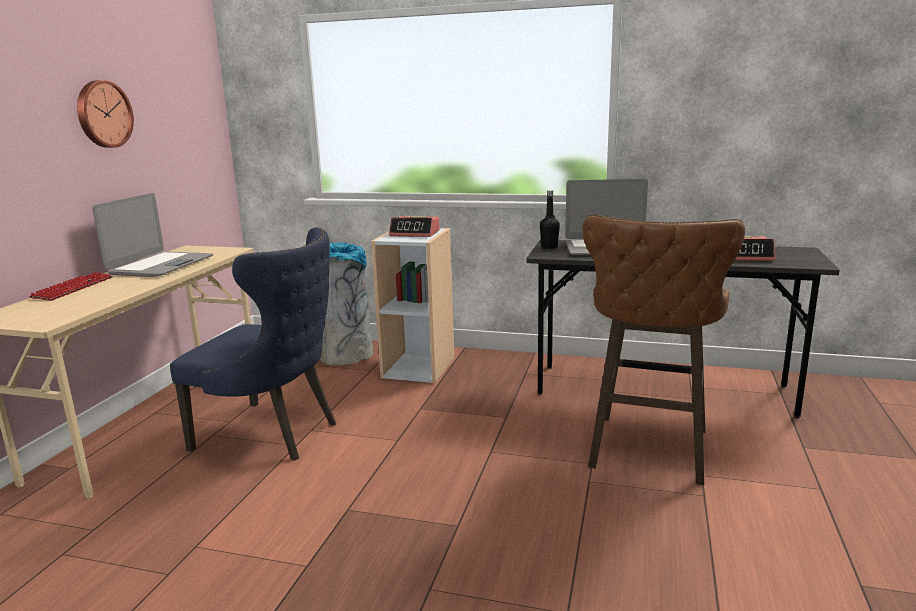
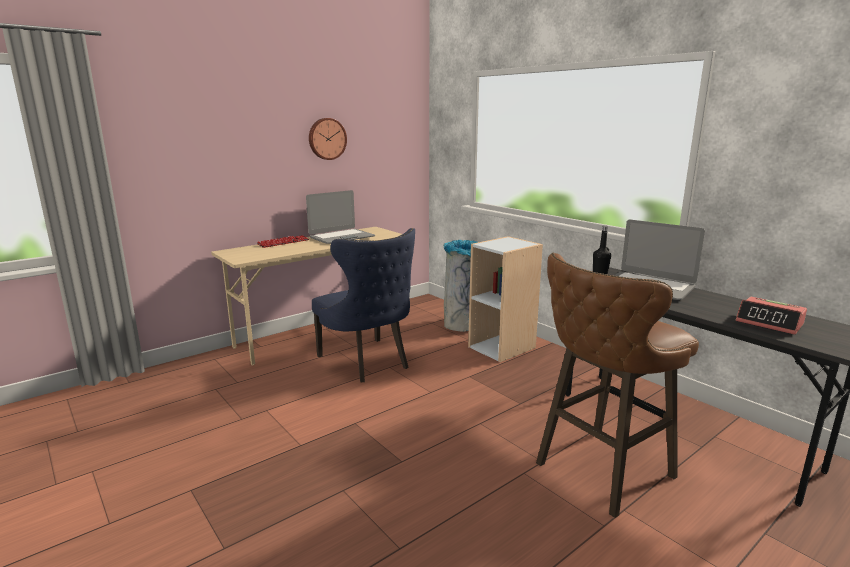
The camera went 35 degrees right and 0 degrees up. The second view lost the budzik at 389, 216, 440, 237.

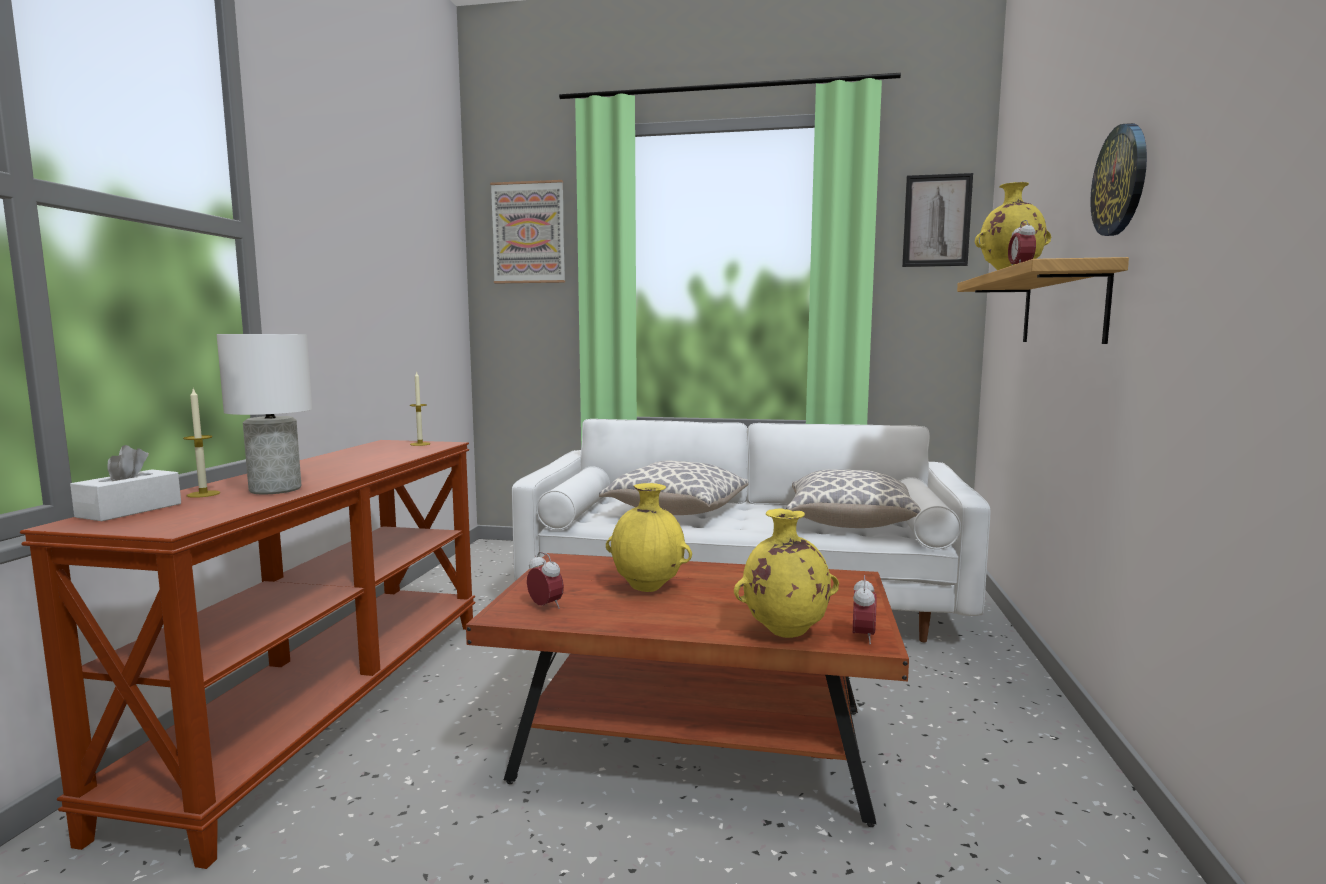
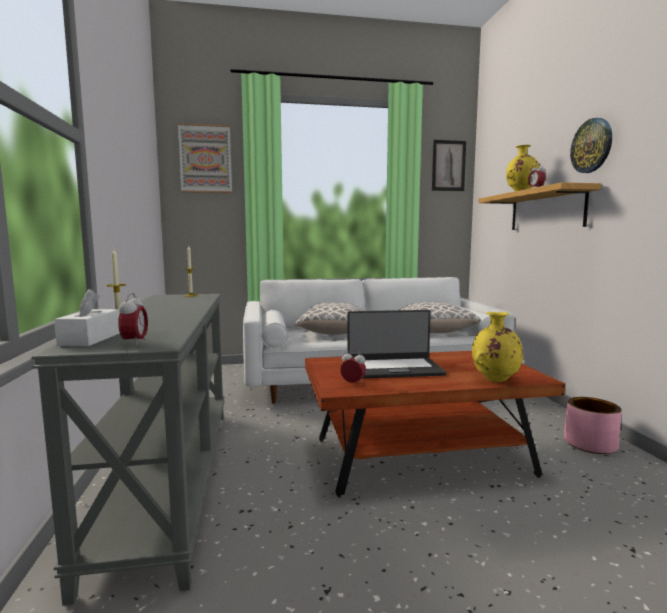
The camera went 20 degrees left and 0 degrees up. The second view lost the lampa stołowa/biały at 217, 334, 312, 494. The second view gained the donica/różowy at 564, 397, 622, 454. The budzik ended up elsewhere, having gone from 853, 575, 876, 644 to 118, 293, 148, 346. Where the wazon/żółty stood at 606, 483, 692, 592, the laptop came to stand at 347, 310, 446, 379. What was the stolik konsolowy/brązowy at 20, 440, 476, 869 turned into the stolik konsolowy/szary at 31, 294, 225, 606.

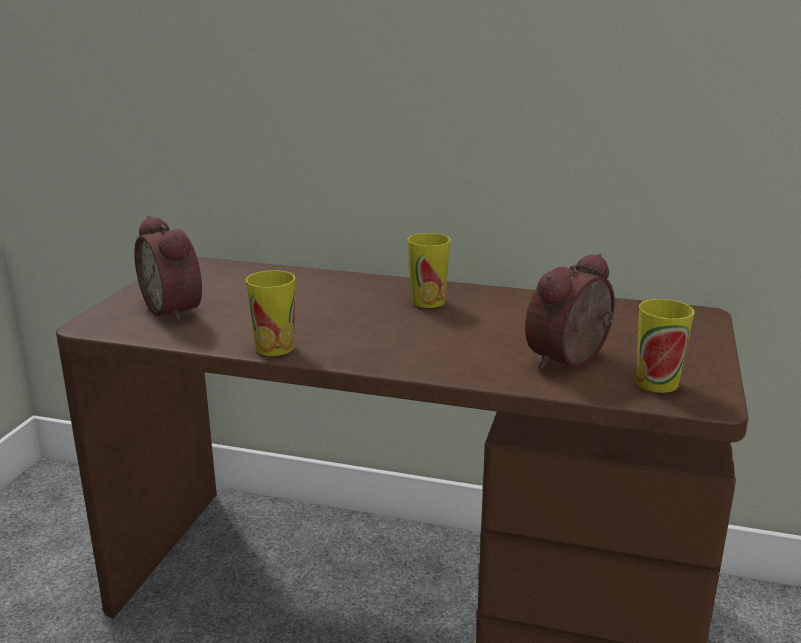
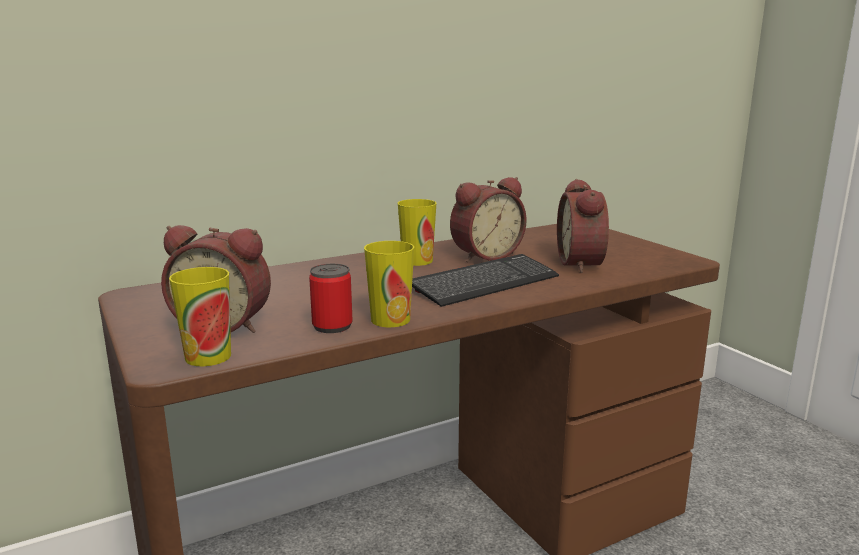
The camera went 45 degrees left and 5 degrees down. The second view gained the puszka at 309, 264, 353, 333. The second view gained the klawiatura at 412, 254, 559, 307. The second view gained the budzik at 450, 177, 527, 262. The filiżanka ended up elsewhere, having gone from 636, 299, 695, 393 to 169, 267, 231, 366.

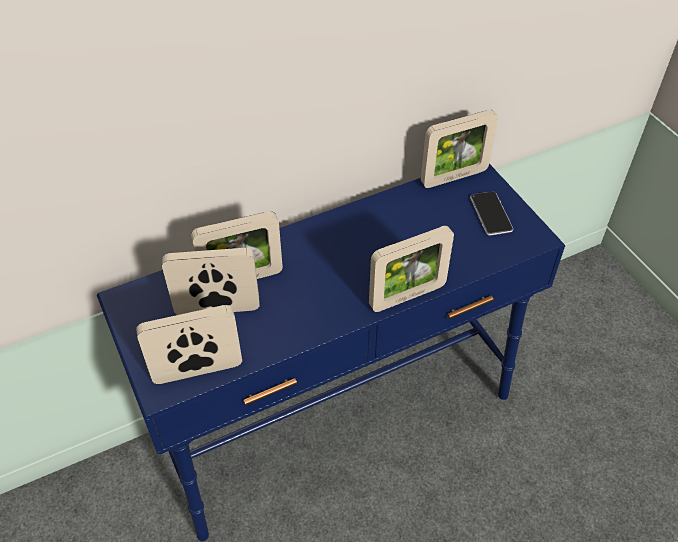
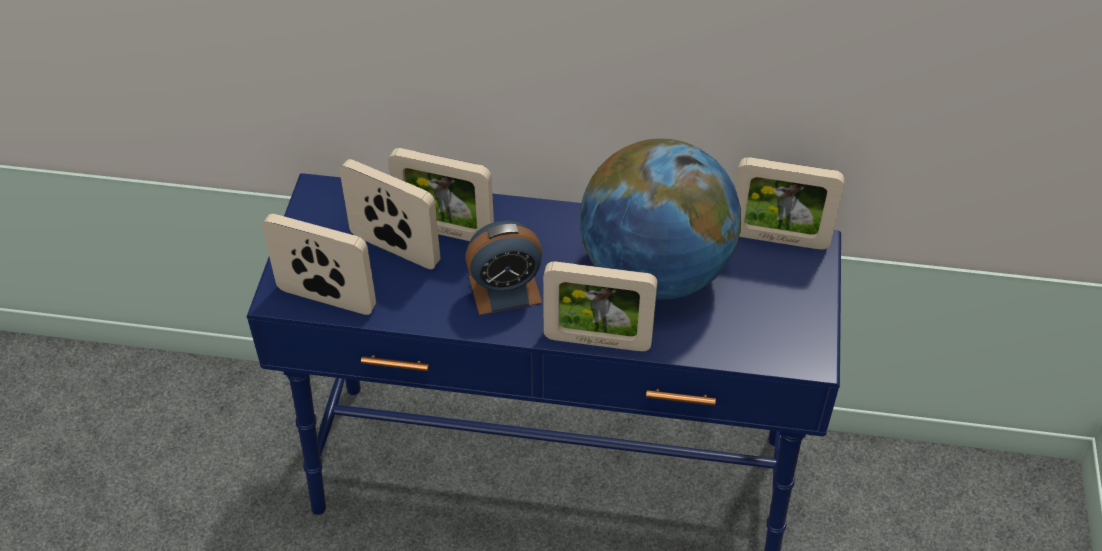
The camera went 35 degrees right and 0 degrees up. The second view lost the telefon at 470, 191, 513, 236. The second view gained the budzik at 465, 220, 543, 315. The second view gained the globus at 580, 138, 741, 300.

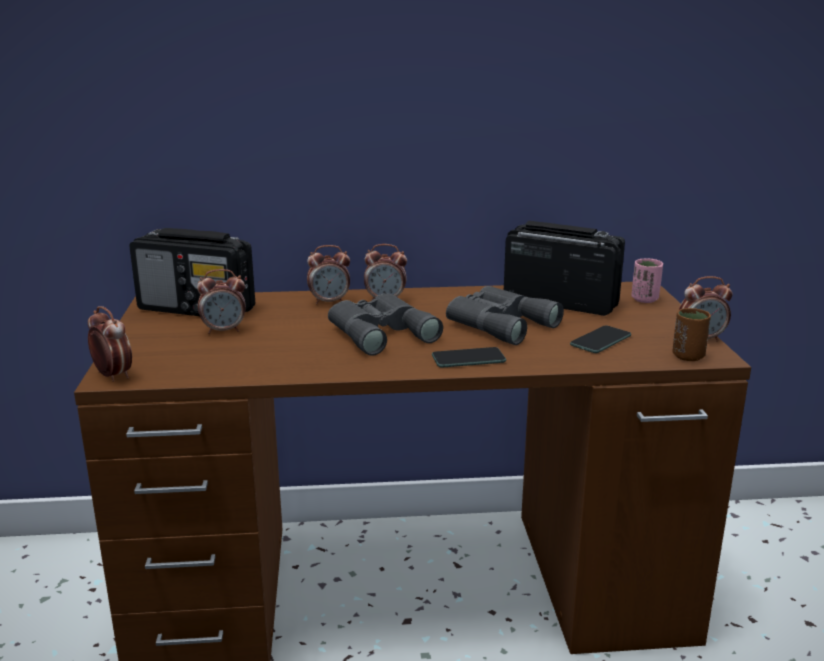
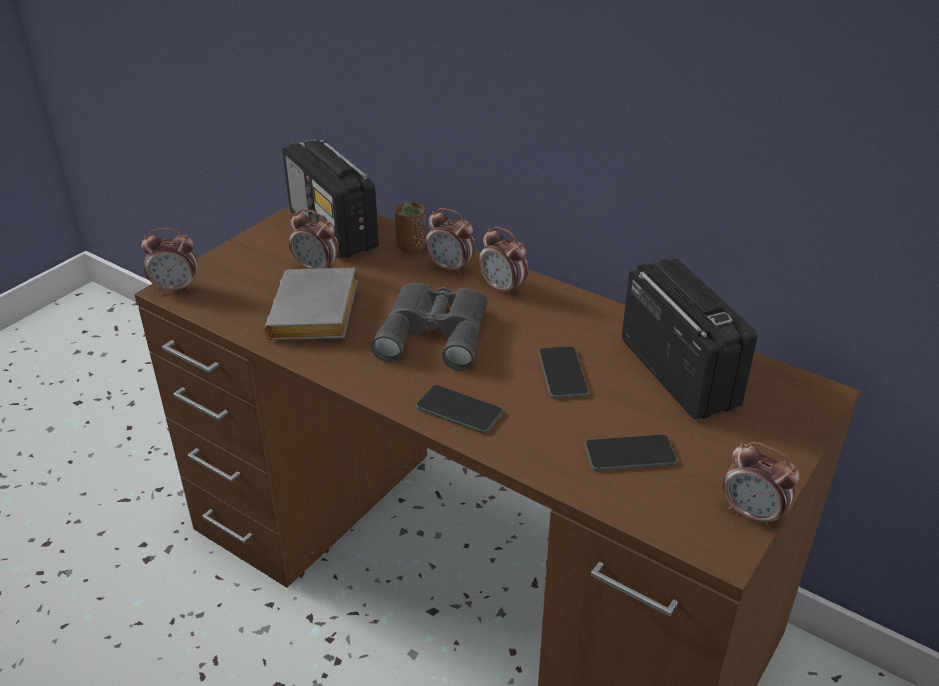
The camera went 40 degrees right and 15 degrees up. The second view lost the filiżanka/różowy at 631, 258, 663, 303. The second view gained the książka/szary at 264, 268, 358, 340. The filiżanka/brązowy ended up elsewhere, having gone from 673, 308, 711, 361 to 395, 202, 426, 252. Where the lornetka/szary stood at 446, 286, 564, 345, the telefon came to stand at 539, 346, 589, 398. The budzik at 88, 306, 132, 382 ended up facing another way, 90 degrees clockwise from before.

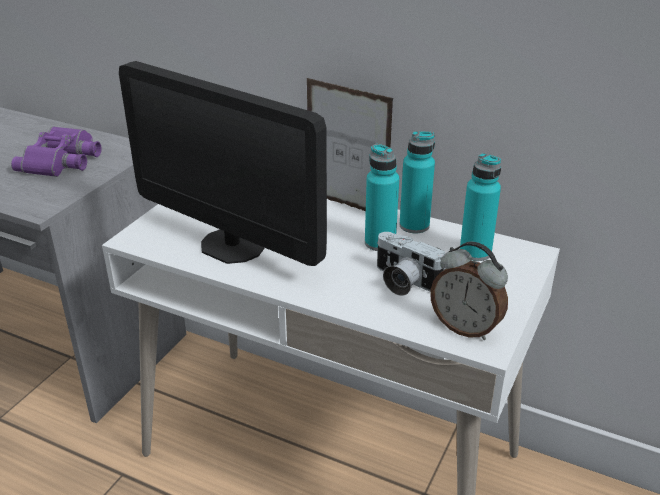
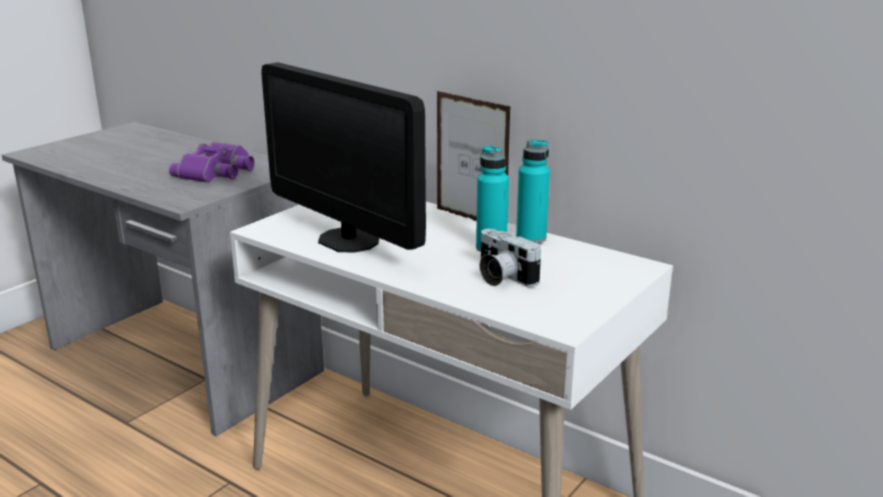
The camera went 10 degrees right and 10 degrees down. The second view lost the budzik at 431, 242, 508, 340. The second view lost the butelka/turkusowy at 460, 153, 501, 261.

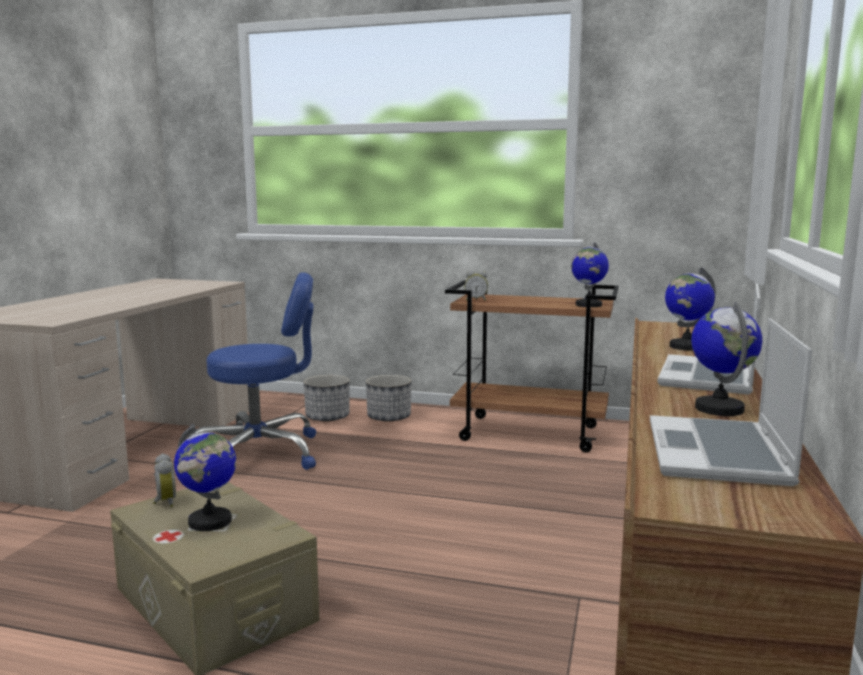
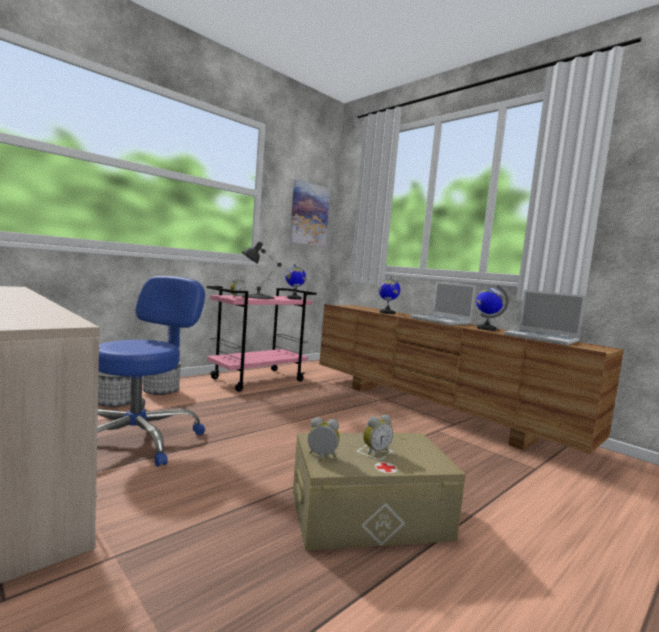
The camera went 60 degrees left and 5 degrees down. The second view gained the lampa stołowa/czarny at 242, 241, 282, 299. The second view gained the obraz at 290, 180, 330, 247. Where the globus stood at 174, 424, 236, 531, the budzik came to stand at 363, 415, 393, 455. What was the wózek/brązowy at 445, 280, 619, 452 turned into the wózek/różowy at 207, 286, 317, 392.

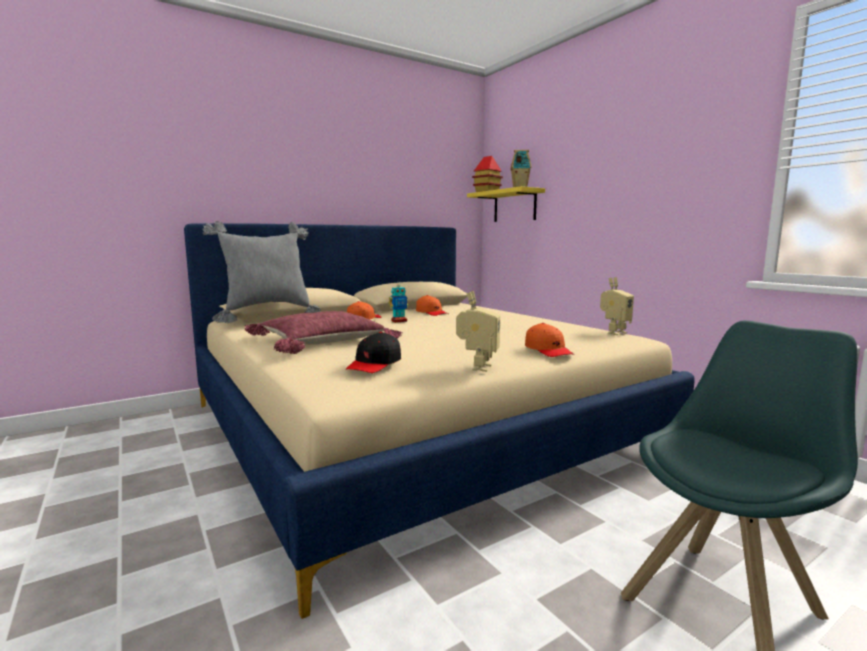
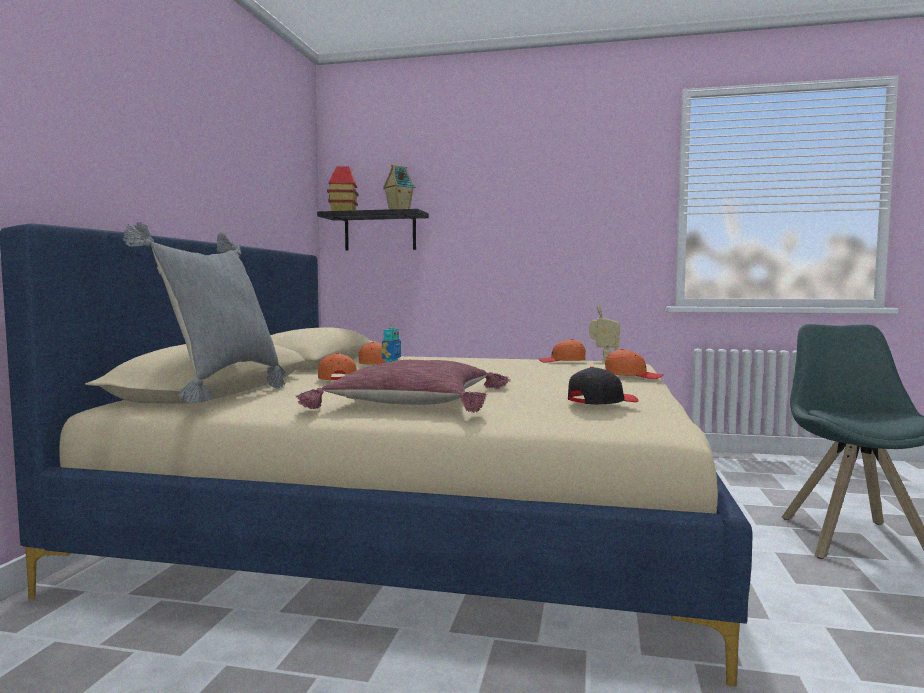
The camera went 45 degrees left and 5 degrees down. The second view lost the robot zabawkowy at 456, 291, 500, 372. The second view gained the czapka z daszkiem/pomarańczowy at 538, 339, 586, 363. What was the półka/żółty at 467, 186, 545, 222 turned into the półka/czarny at 317, 209, 429, 251. The czapka z daszkiem/czarny at 346, 332, 401, 373 ended up facing another way, 105 degrees counterclockwise from before.

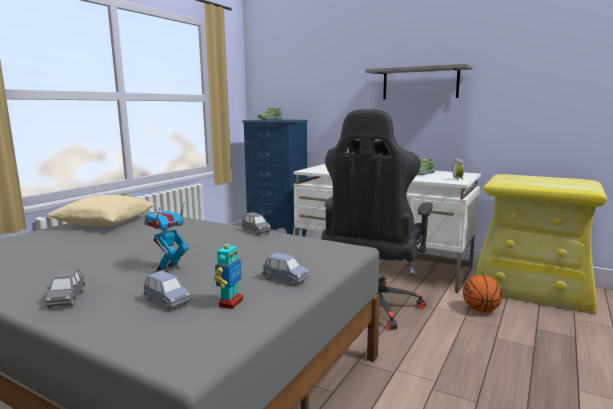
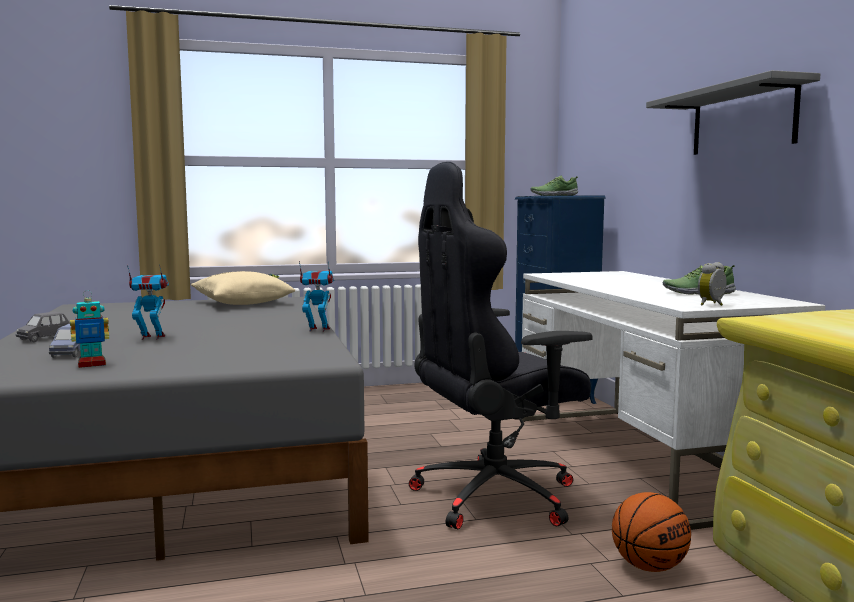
The camera went 45 degrees right and 5 degrees down. The second view lost the samochodzik/niebieski at 262, 253, 309, 286. Where the samochodzik/szary stood at 242, 212, 271, 235, the robot zabawkowy came to stand at 299, 261, 334, 332.

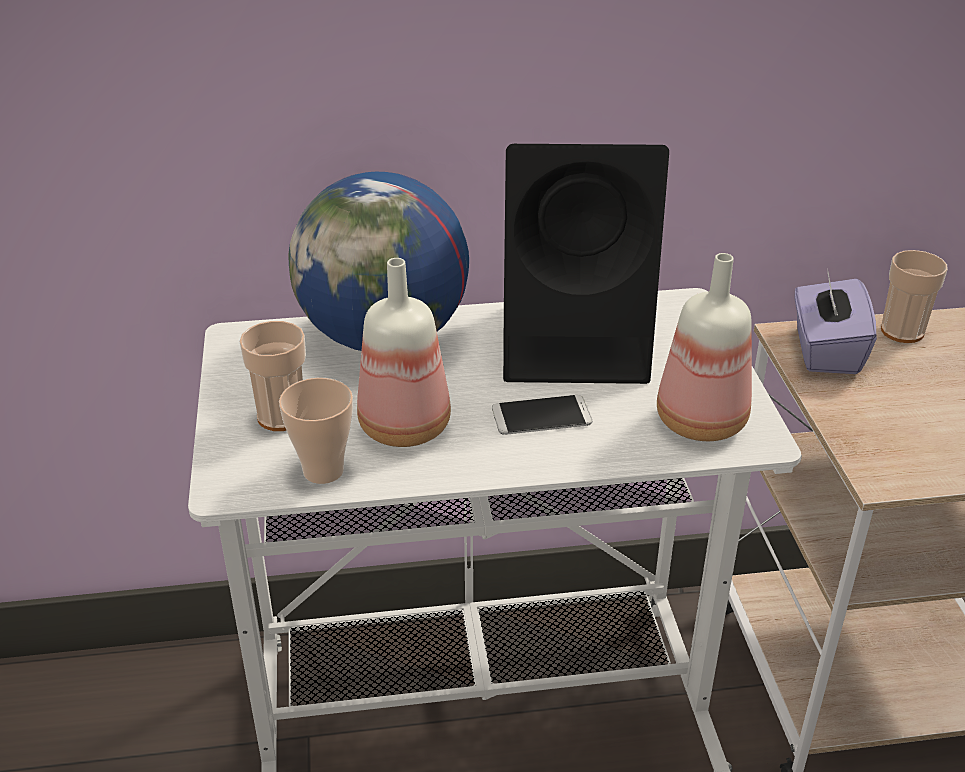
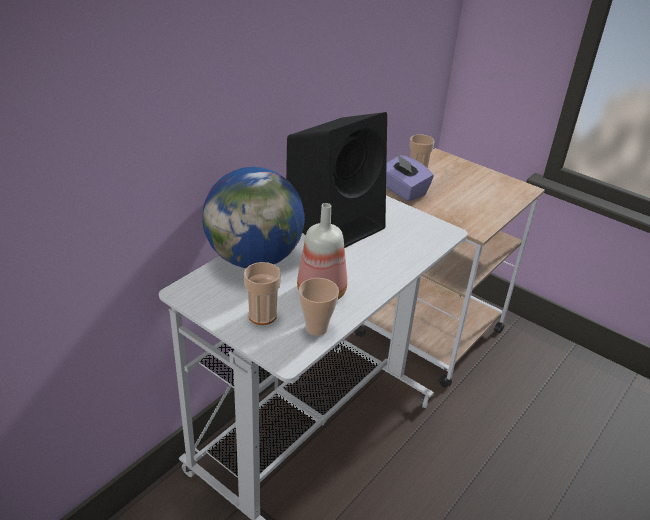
The camera went 45 degrees left and 0 degrees up. The second view lost the telefon at 492, 395, 592, 435. The second view lost the butelka at 657, 253, 752, 441.

